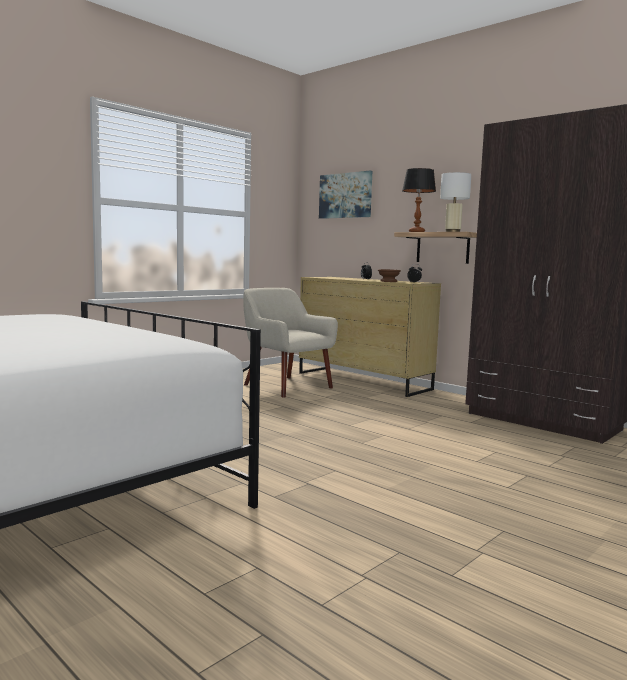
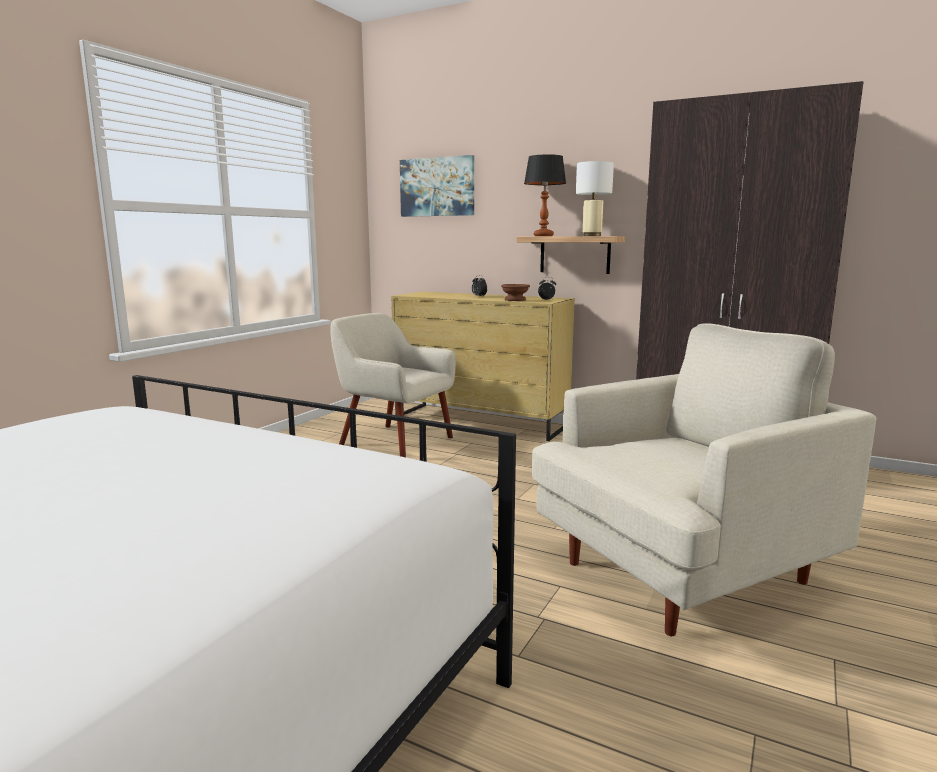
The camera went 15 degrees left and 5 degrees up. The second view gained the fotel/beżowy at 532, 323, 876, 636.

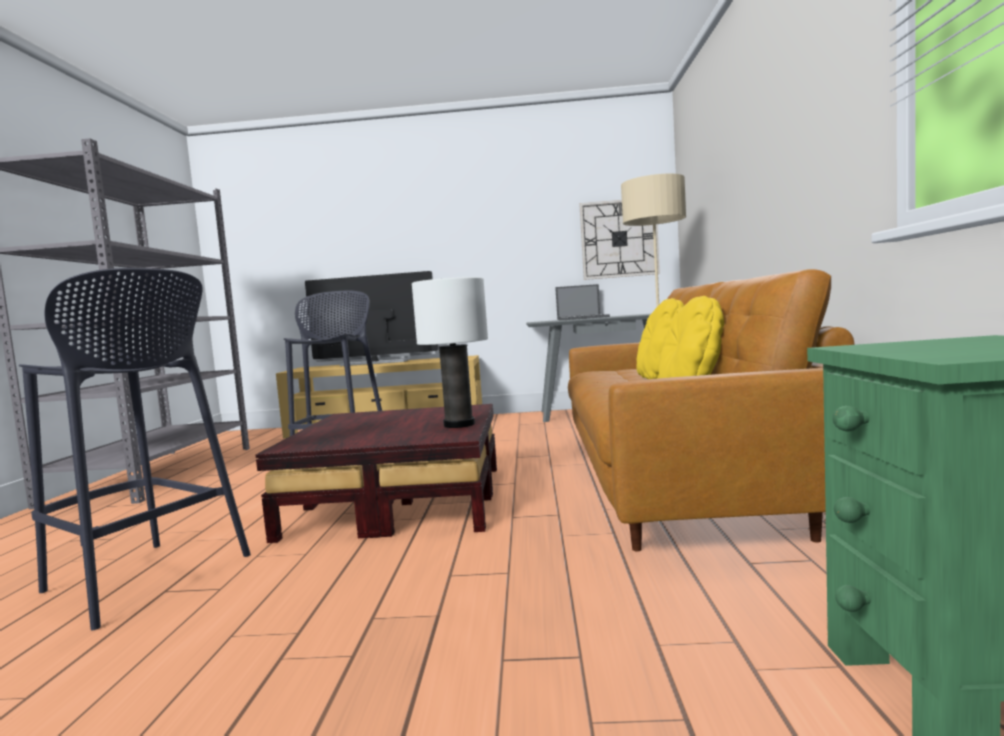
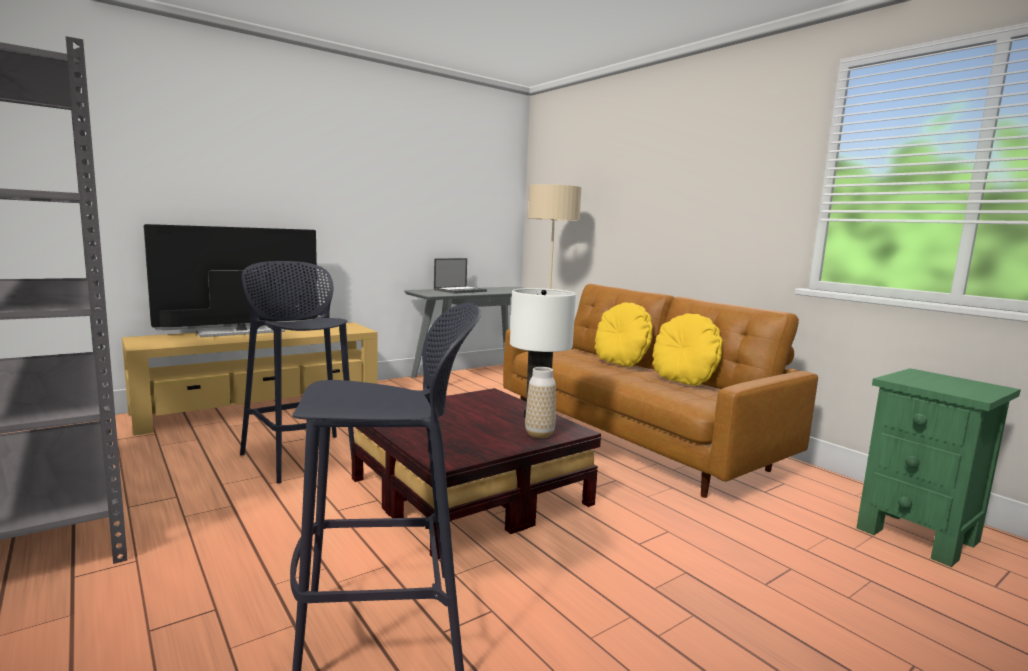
The camera went 40 degrees left and 5 degrees up. The second view lost the zegar ścienny at 579, 200, 660, 280. The second view gained the wazon at 525, 367, 556, 438.

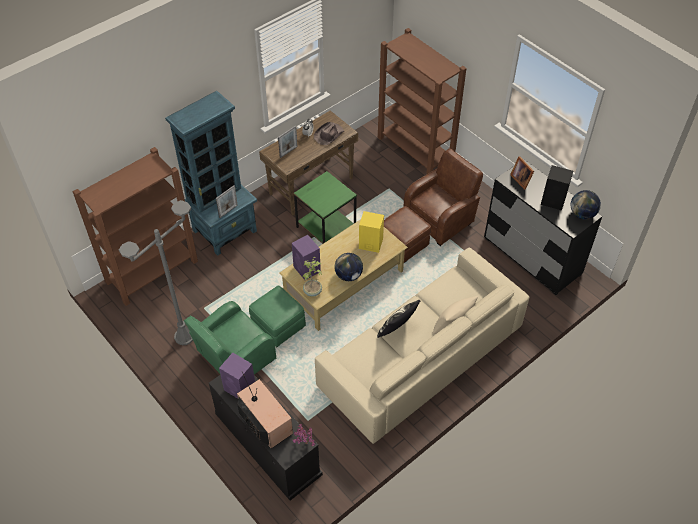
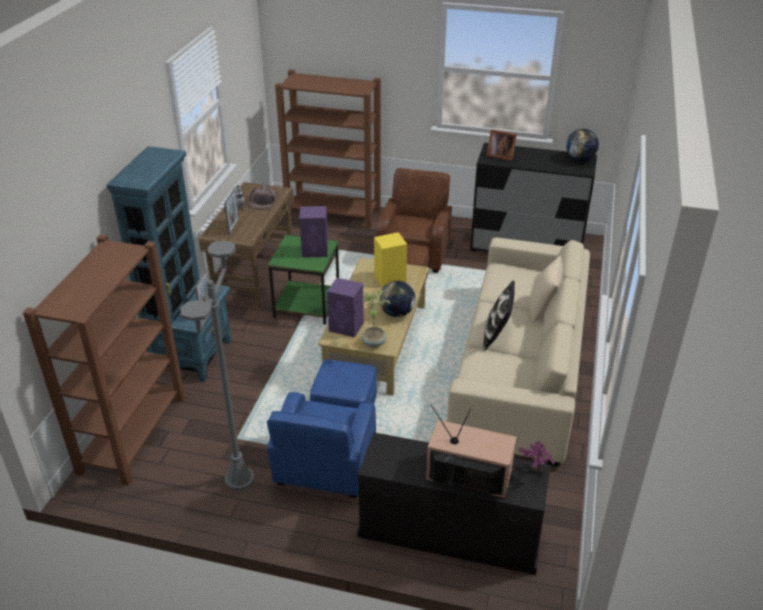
The camera went 35 degrees left and 15 degrees down. The second view lost the głośnik/czarny at 541, 165, 573, 210. The głośnik/fioletowy ended up elsewhere, having gone from 219, 353, 255, 399 to 299, 206, 328, 257. What was the fotel/zielony at 184, 286, 306, 375 turned into the fotel/niebieski at 267, 359, 377, 498.

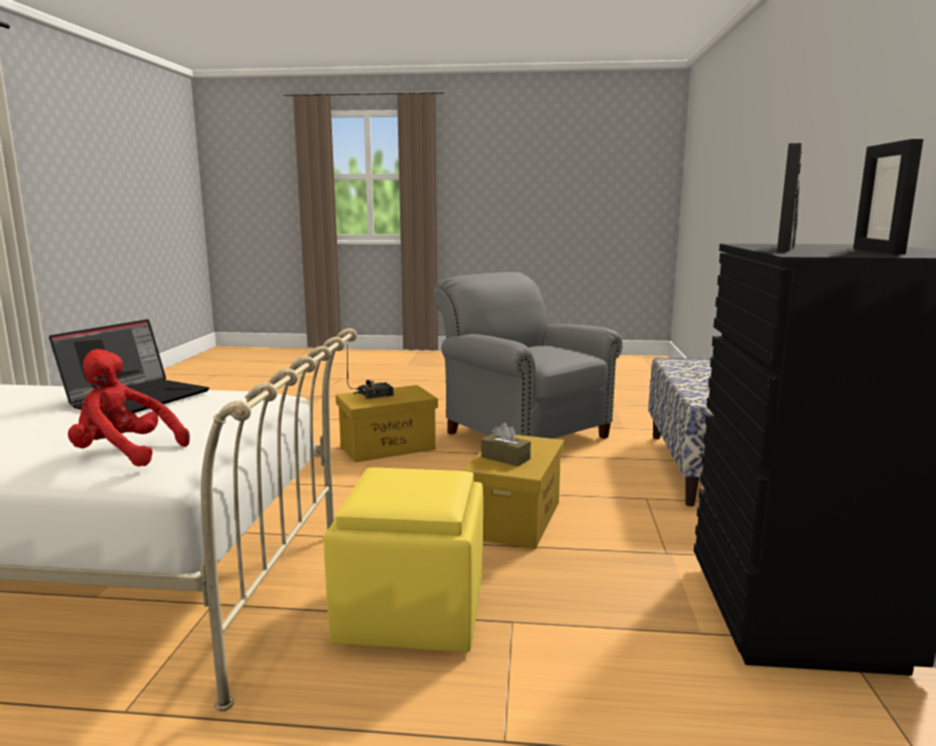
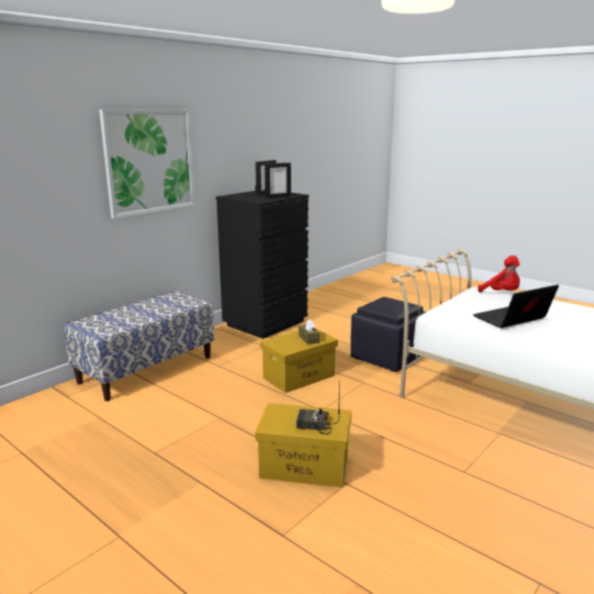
The camera went 145 degrees left and 5 degrees up. The second view lost the fotel/szary at 433, 272, 623, 439. The second view gained the obraz at 99, 109, 195, 219. What was the pufa/żółty at 324, 467, 483, 652 turned into the pufa/czarny at 351, 297, 426, 372.

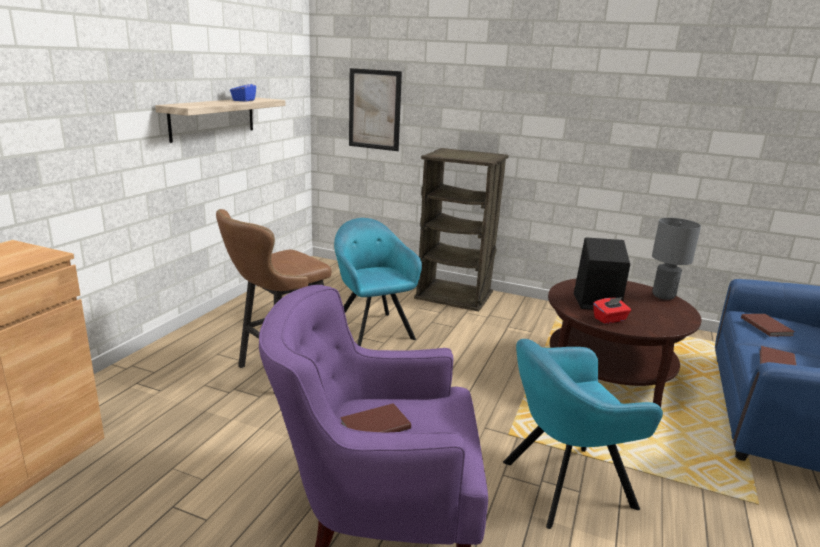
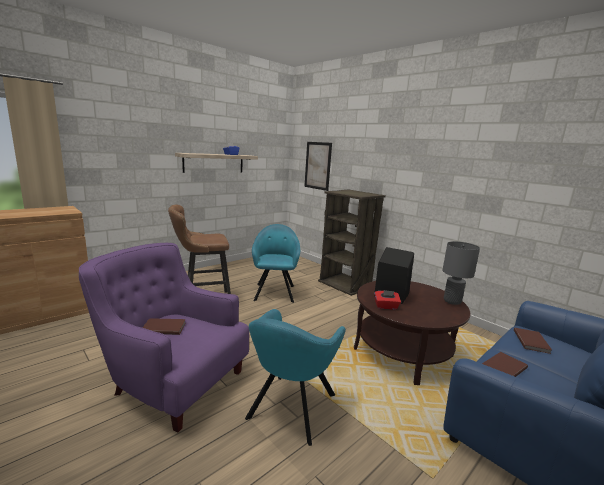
The camera went 25 degrees right and 5 degrees down. The fotel/turkusowy at 503, 339, 663, 529 ended up facing another way, 75 degrees counterclockwise from before.

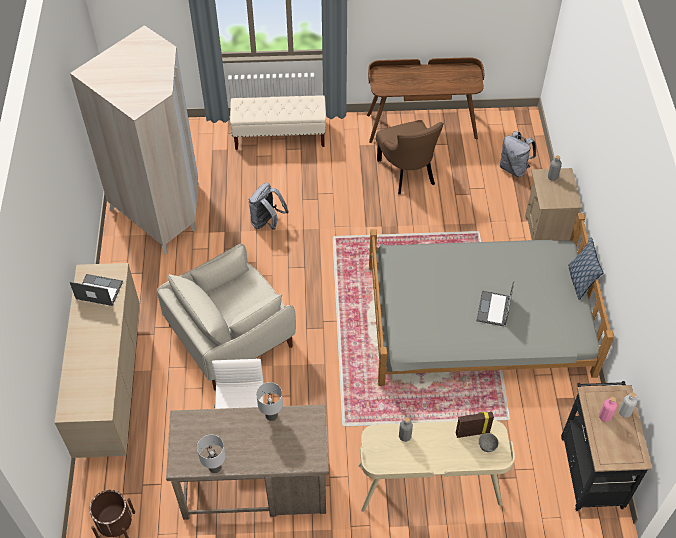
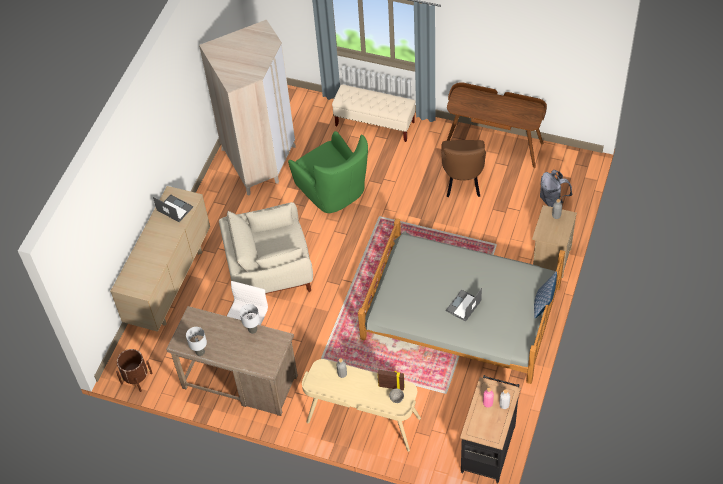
The camera went 25 degrees right and 0 degrees up. Where the plecak/szary stood at 248, 183, 289, 230, the fotel/zielony came to stand at 288, 131, 368, 213.

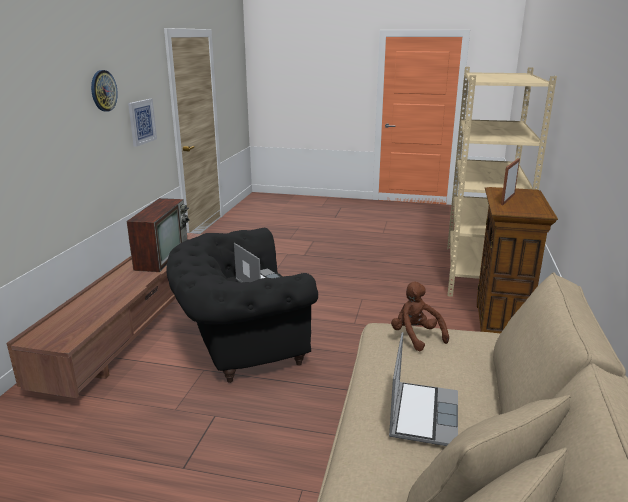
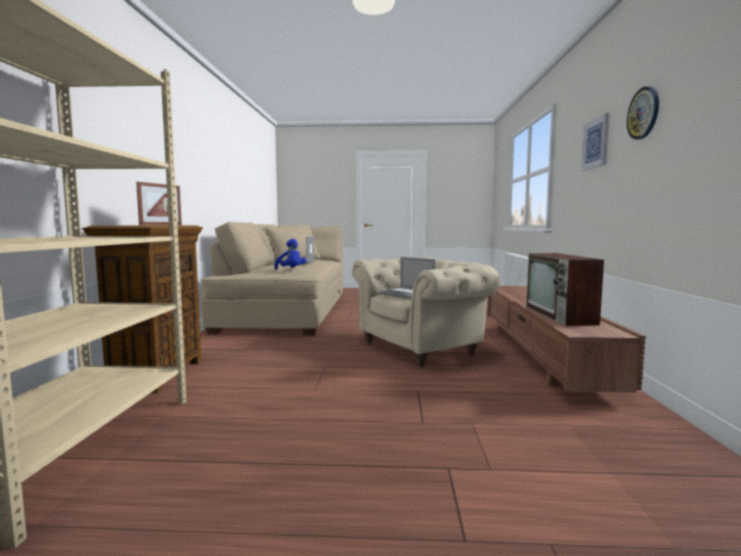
The camera went 170 degrees right and 15 degrees down. The obraz ended up elsewhere, having gone from 128, 99, 157, 147 to 581, 113, 609, 171. What was the fotel/czarny at 166, 228, 318, 383 turned into the fotel/beżowy at 352, 257, 500, 367. What was the pluszak/brązowy at 391, 281, 449, 351 turned into the pluszak/niebieski at 274, 239, 306, 270.

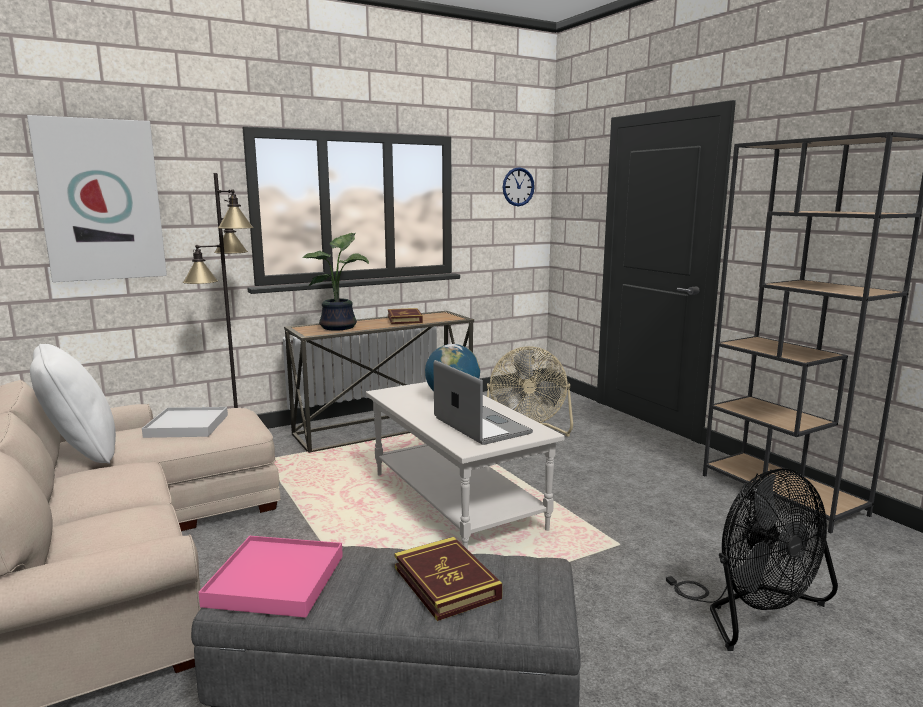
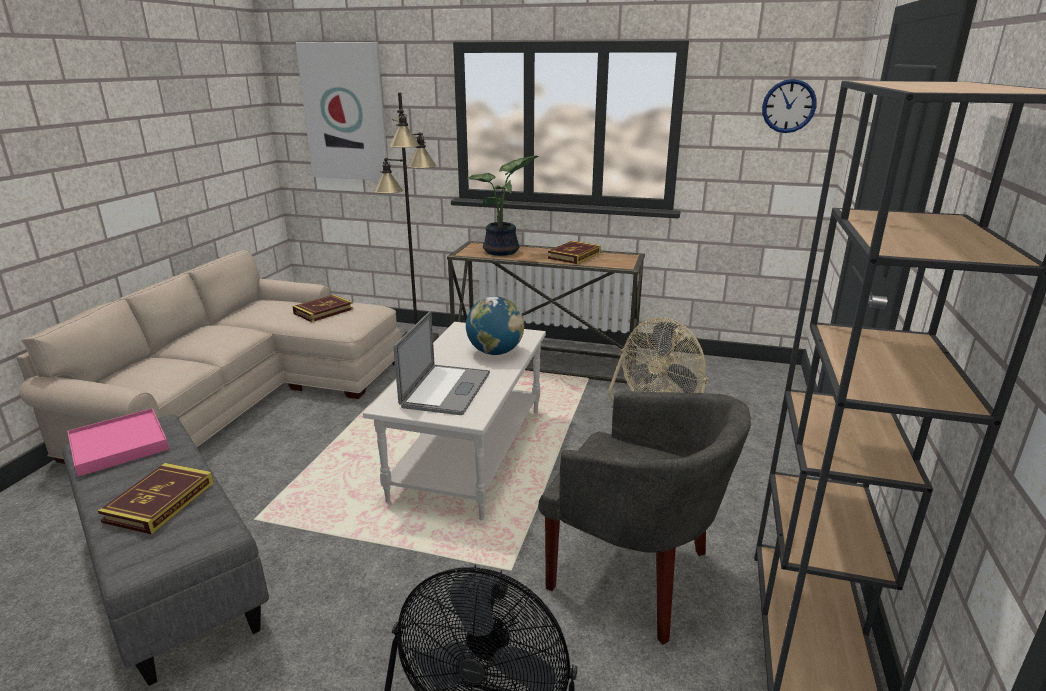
The camera went 45 degrees right and 10 degrees up. The second view lost the poduszka/biały at 30, 344, 116, 464. The second view gained the fotel/szary at 538, 391, 751, 645. Where the taca/biały stood at 142, 407, 228, 438, the książka came to stand at 292, 295, 353, 322.

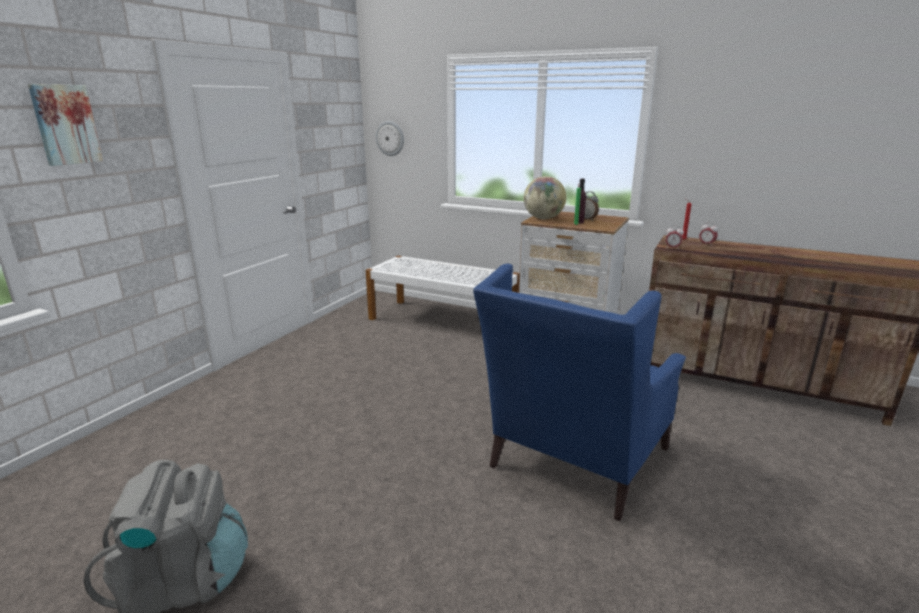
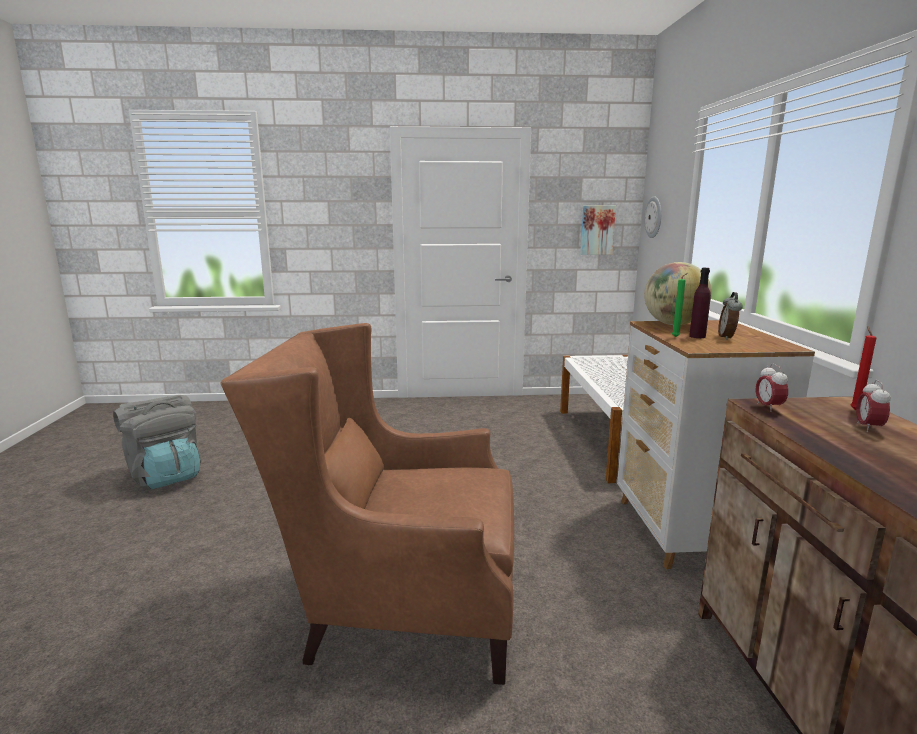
The camera went 60 degrees right and 5 degrees down. The obraz ended up elsewhere, having gone from 28, 84, 103, 166 to 580, 205, 616, 255. What was the fotel/niebieski at 473, 264, 686, 521 turned into the fotel/brązowy at 221, 323, 514, 685.

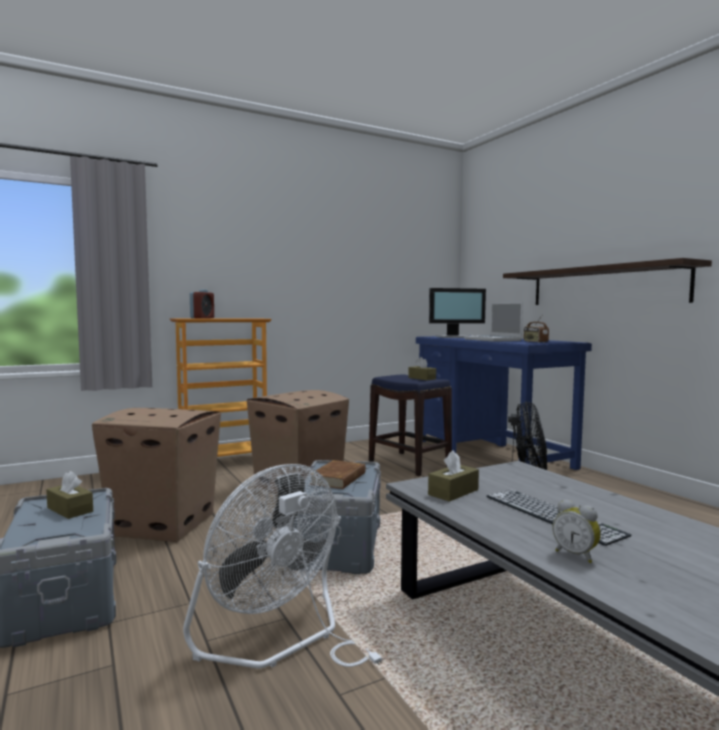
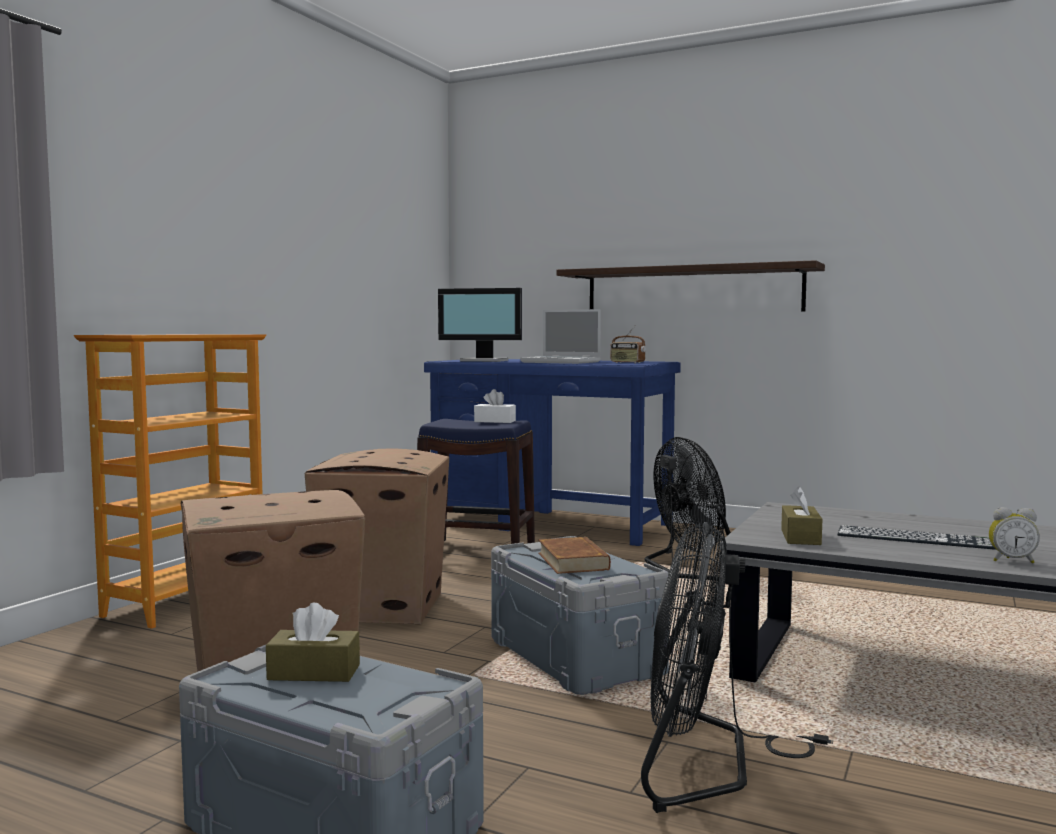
The camera went 35 degrees left and 0 degrees up. The second view lost the budzik at 190, 289, 214, 319. What was the wentylator/biały at 183, 464, 382, 668 turned into the wentylator/czarny at 641, 522, 833, 813. What was the pudełko chusteczek/brązowy at 408, 357, 436, 380 turned into the pudełko chusteczek/biały at 474, 389, 516, 423. The monitor at 429, 288, 486, 338 ended up facing another way, 60 degrees clockwise from before.

